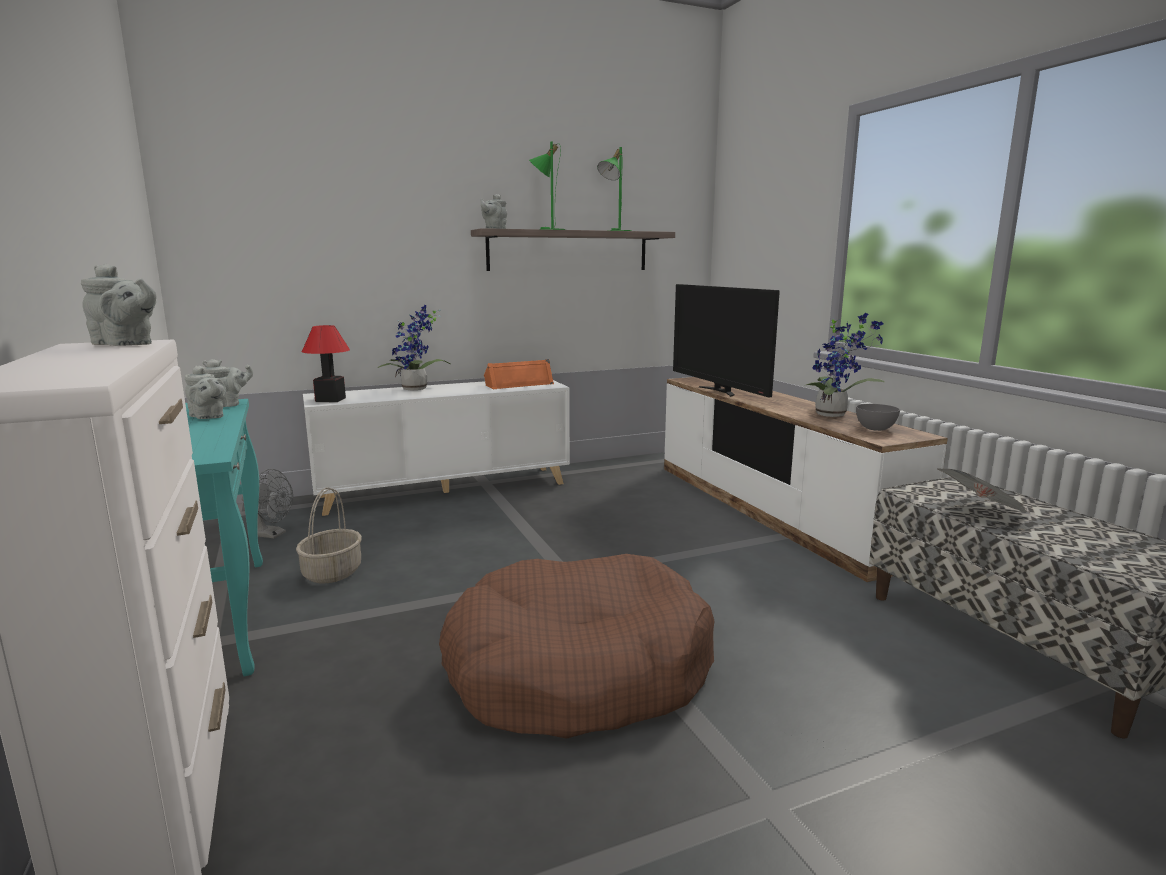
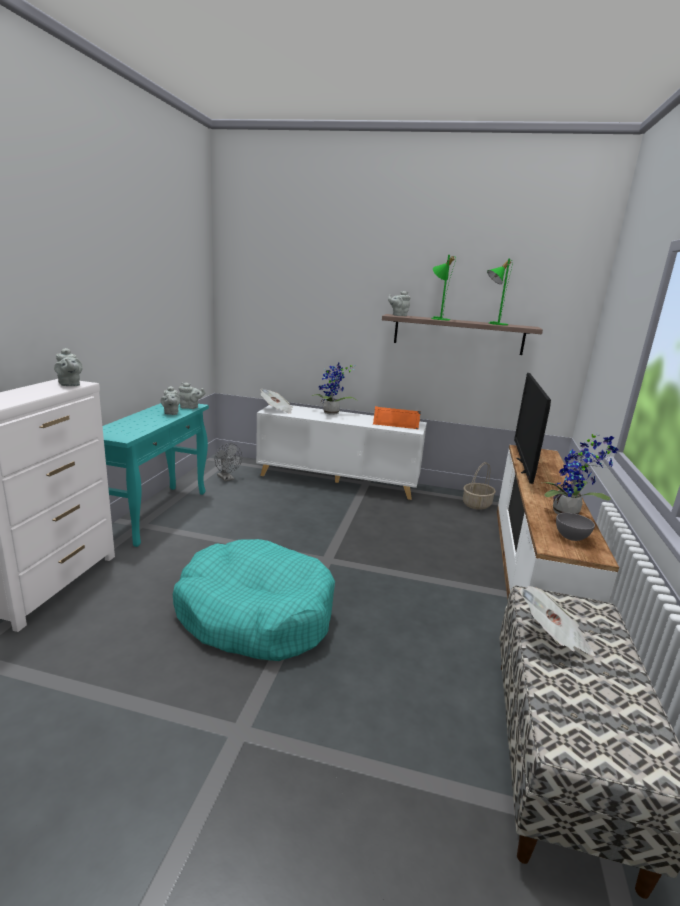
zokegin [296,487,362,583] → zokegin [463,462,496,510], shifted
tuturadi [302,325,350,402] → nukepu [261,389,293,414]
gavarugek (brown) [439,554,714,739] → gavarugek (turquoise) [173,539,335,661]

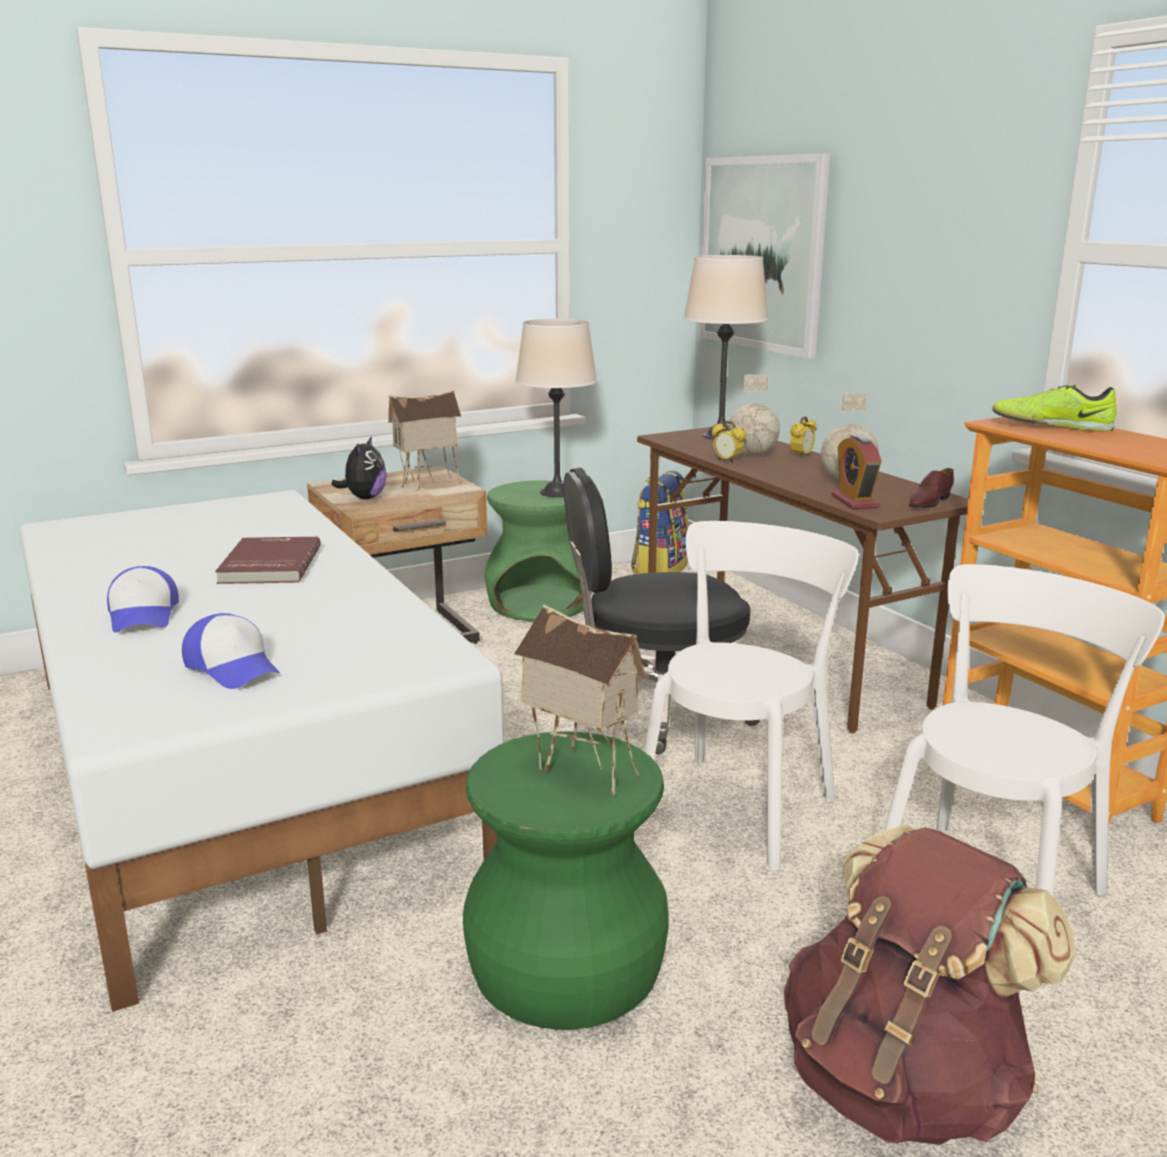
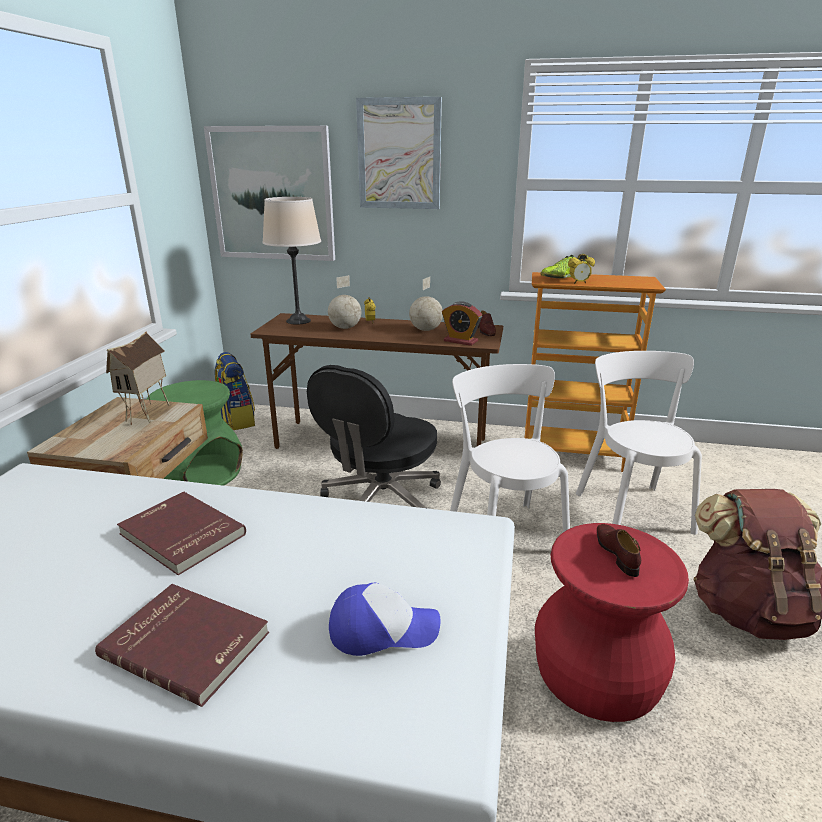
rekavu [331,436,387,499] → -
tuturadi (beige) [515,318,597,497] → -
- → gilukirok [356,97,442,209]
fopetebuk [712,421,746,463] → fopetebuk [568,254,595,284], shifted
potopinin [107,566,179,633] → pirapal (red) [95,584,269,707]
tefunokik [514,604,646,795] → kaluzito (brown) [597,524,641,577]
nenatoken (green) [463,731,668,1030] → nenatoken (red) [535,523,689,722]

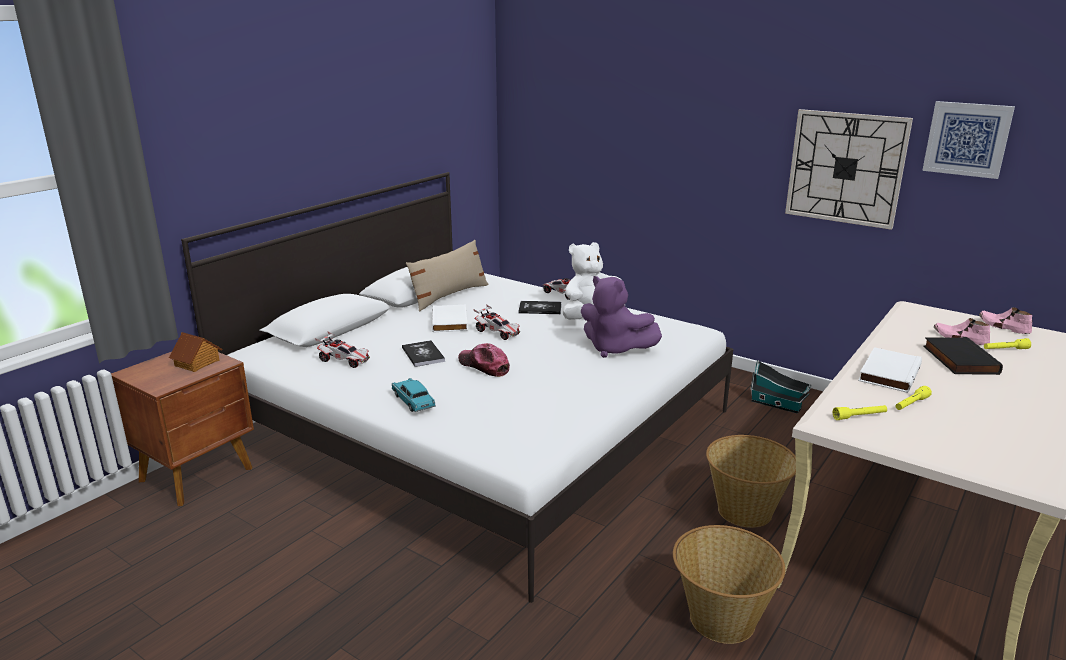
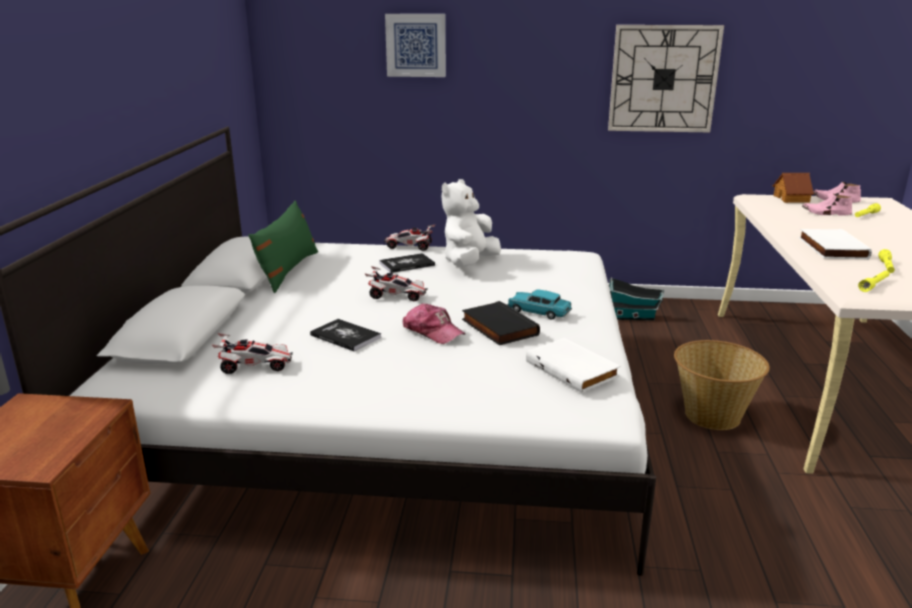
rekavu (purple) [581,276,662,358] → -
zokegin [673,525,785,644] → -
tefunokik [169,332,222,372] → tefunokik [773,173,814,203], shifted
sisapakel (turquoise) [391,378,436,412] → sisapakel (turquoise) [507,289,572,320], shifted
pirapal (white) [432,305,468,333] → pirapal (white) [526,338,620,393], shifted
gilukirok [922,101,1015,179] → gilukirok [385,14,446,77], shifted
pirapal (black) [923,337,1003,375] → pirapal (black) [462,301,540,345], shifted
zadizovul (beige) [406,240,489,312] → zadizovul (green) [249,201,318,293]
potopinin [458,343,510,377] → potopinin [403,303,466,344], 150 degrees counterclockwise

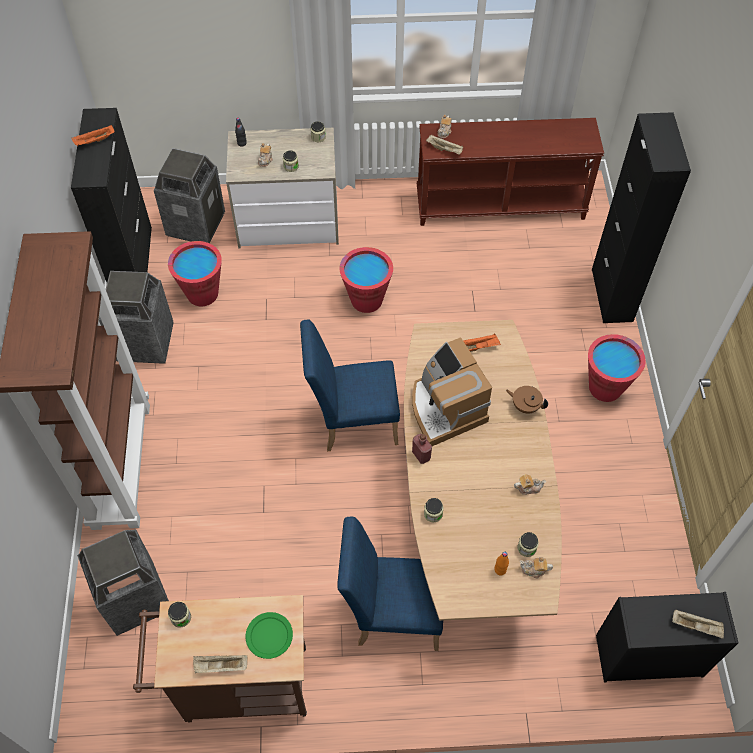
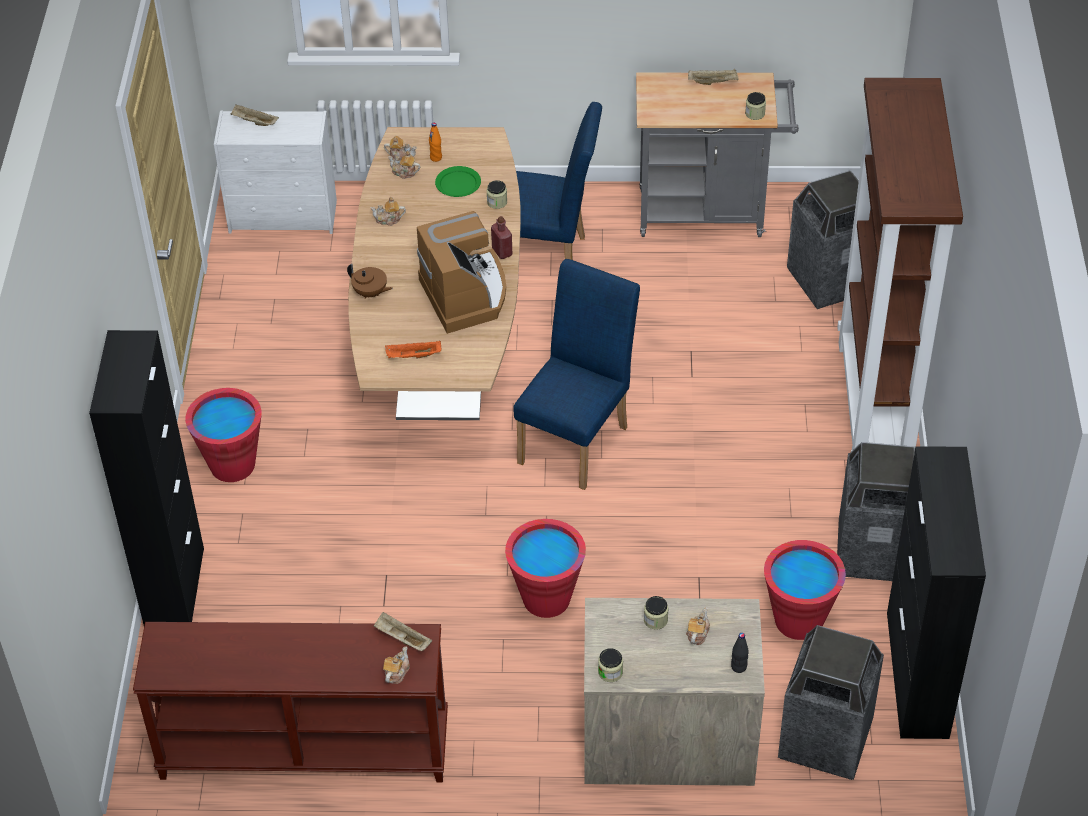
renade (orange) [72,125,115,146] → -
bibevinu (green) [246,612,293,659] → bibevinu (green) [435,166,481,197], shifted
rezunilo [517,532,539,557] → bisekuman [388,151,420,179]
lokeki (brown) [133,595,307,722] → lokeki (grey) [636,73,799,237]
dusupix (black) [596,592,739,683] → dusupix (white) [214,111,337,234]
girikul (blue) [300,320,400,451] → girikul (blue) [514,259,640,490], 60 degrees counterclockwise

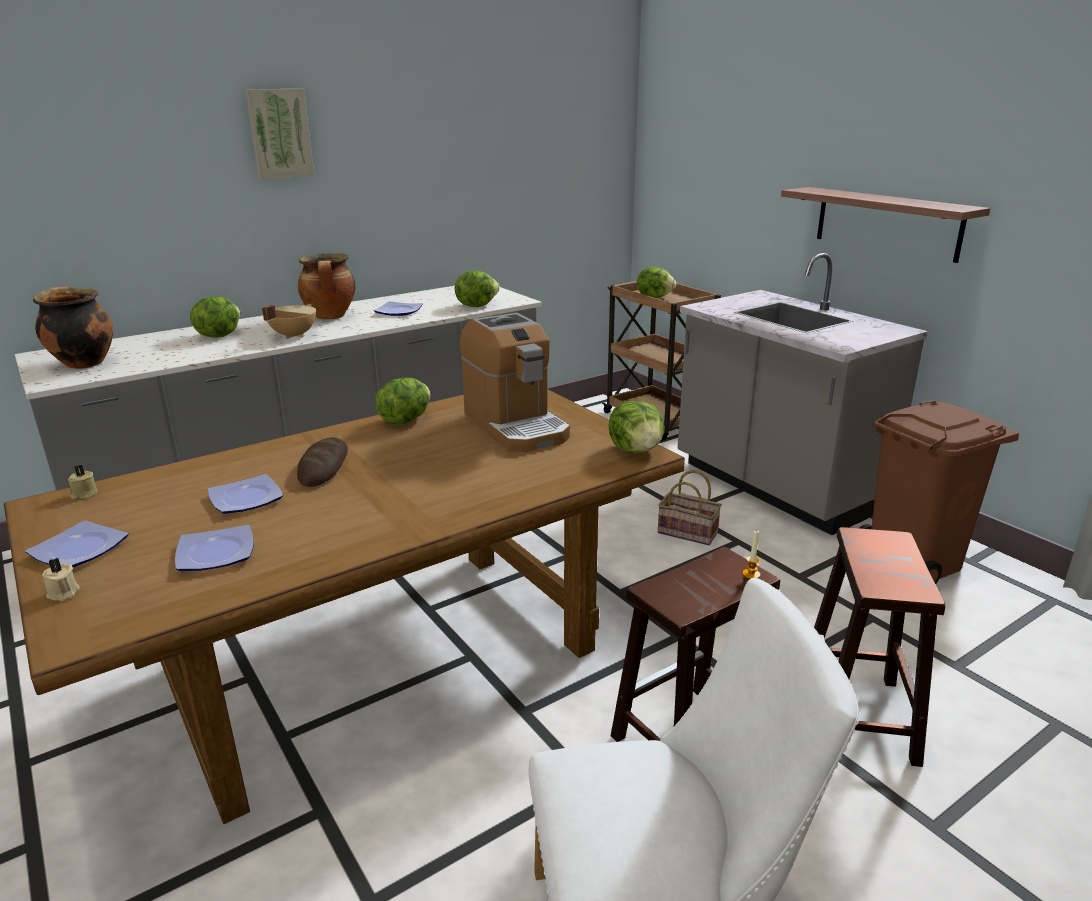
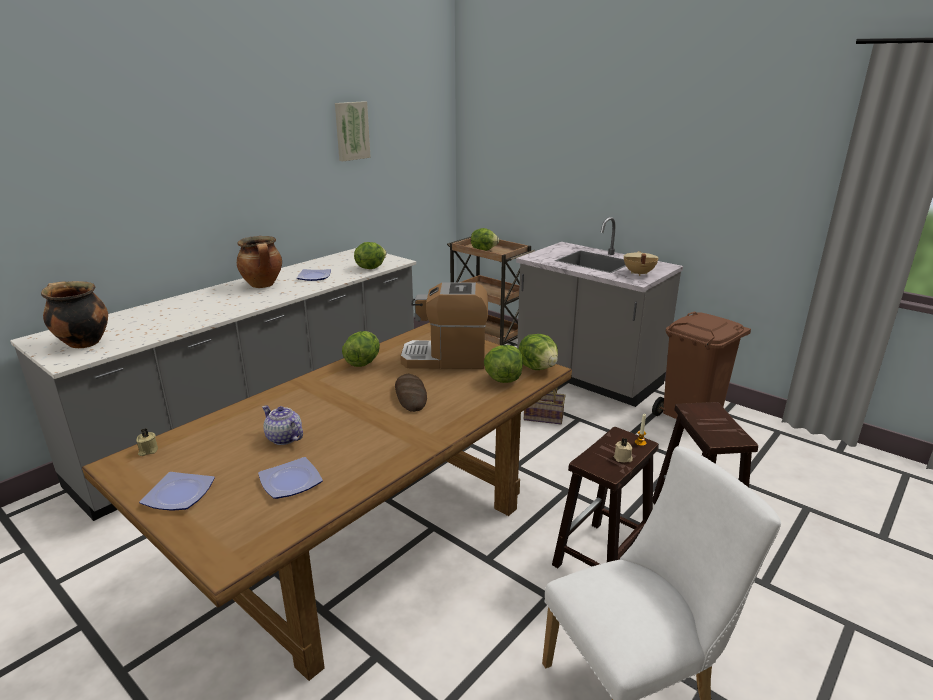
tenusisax [781,187,991,263] → -
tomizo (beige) [42,558,80,601] → tomizo (beige) [614,438,633,462], shifted
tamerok [190,297,240,338] → tamerok [484,345,523,383], shifted
gilukirok [245,89,314,179] → gilukirok [335,101,371,161], shifted
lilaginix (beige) [262,304,316,339] → lilaginix (beige) [623,251,658,276], shifted
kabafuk [297,437,348,487] → kabafuk [395,374,427,412], shifted
bibevinu [208,474,283,514] → bisekuman [262,405,303,445]
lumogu [460,313,570,452] → lumogu [400,282,488,369], 135 degrees clockwise

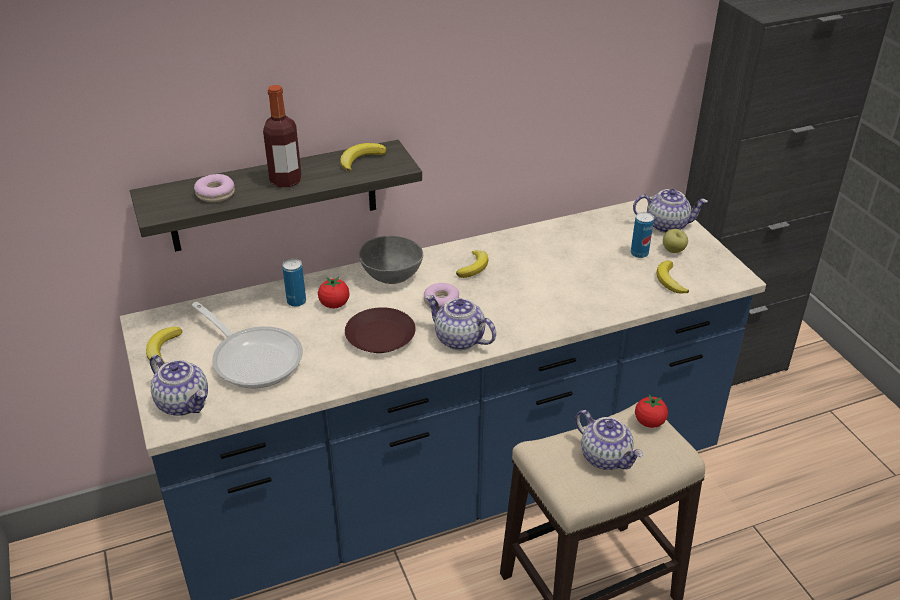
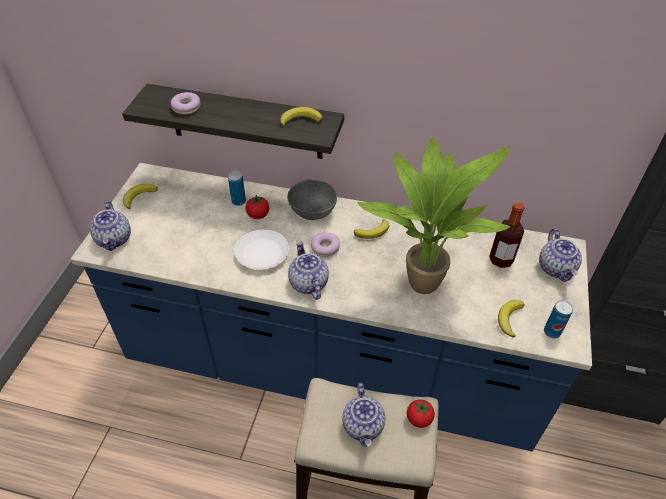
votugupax [192,302,303,388] → -
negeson [663,229,688,253] → -
- → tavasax [357,137,511,294]
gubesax [263,85,302,187] → gubesax [489,202,524,268], shifted
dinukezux [631,212,654,258] → dinukezux [544,300,573,338], shifted
bibevinu (brown) [345,307,416,353] → bibevinu (white) [234,230,289,270]
bisekuman [633,189,708,233] → bisekuman [539,228,582,282], 45 degrees clockwise

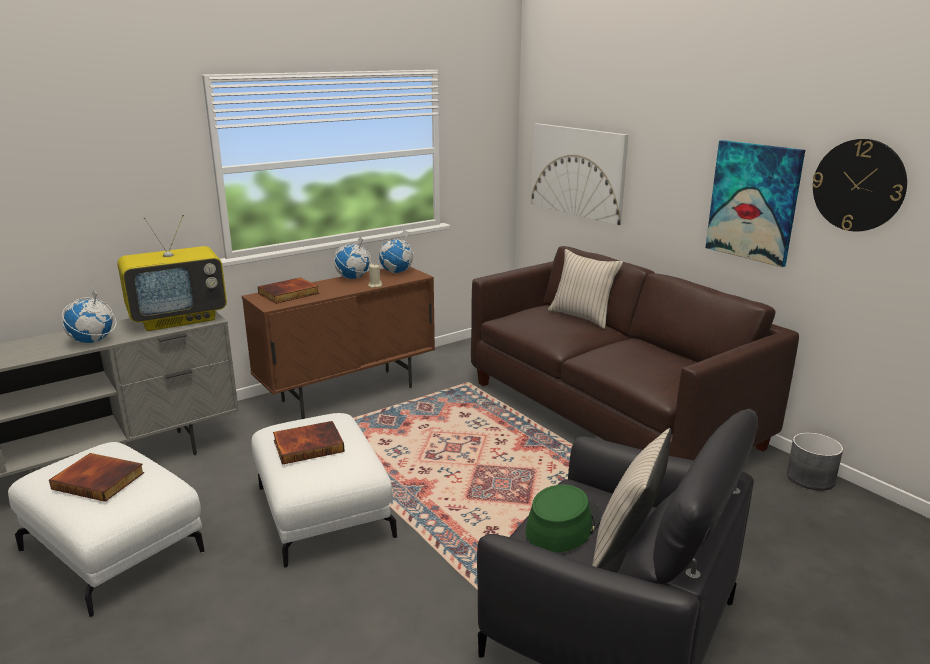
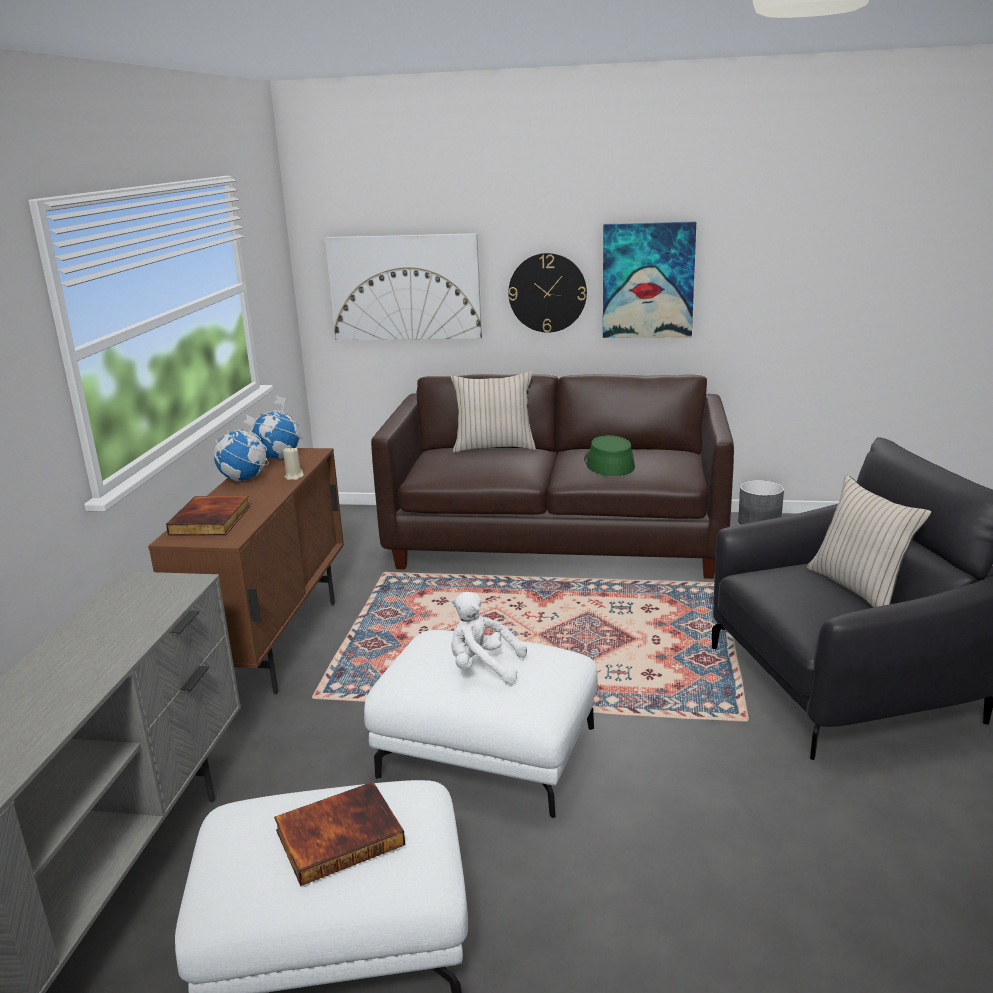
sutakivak [62,289,117,343] → -
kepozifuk [118,214,227,331] → -
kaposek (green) [525,484,601,552] → kaposek (green) [584,435,635,476], shifted
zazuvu [812,139,907,232] → zazuvu [508,253,587,333], shifted
pirapal [273,421,345,465] → rekavu (white) [451,592,527,683]

